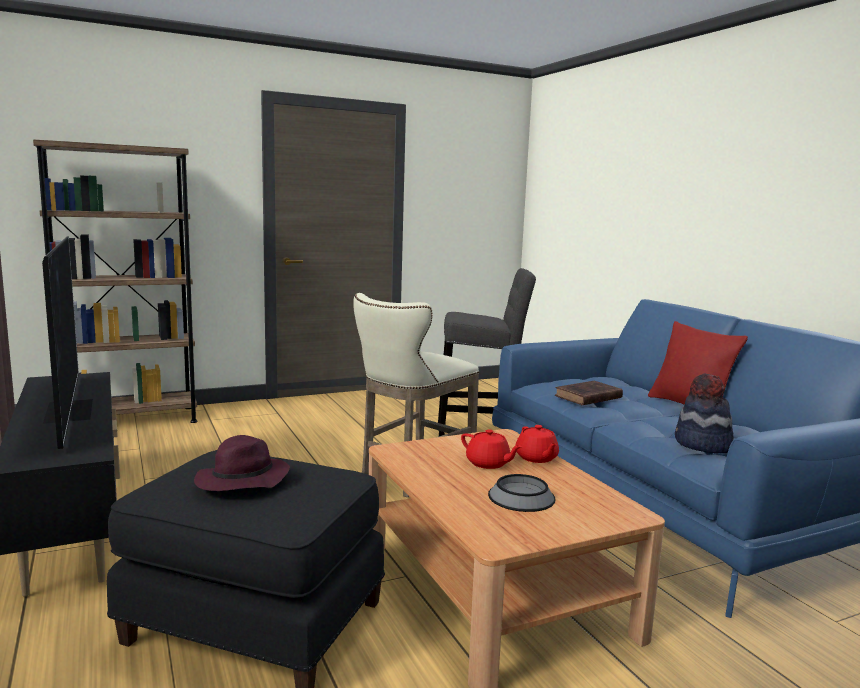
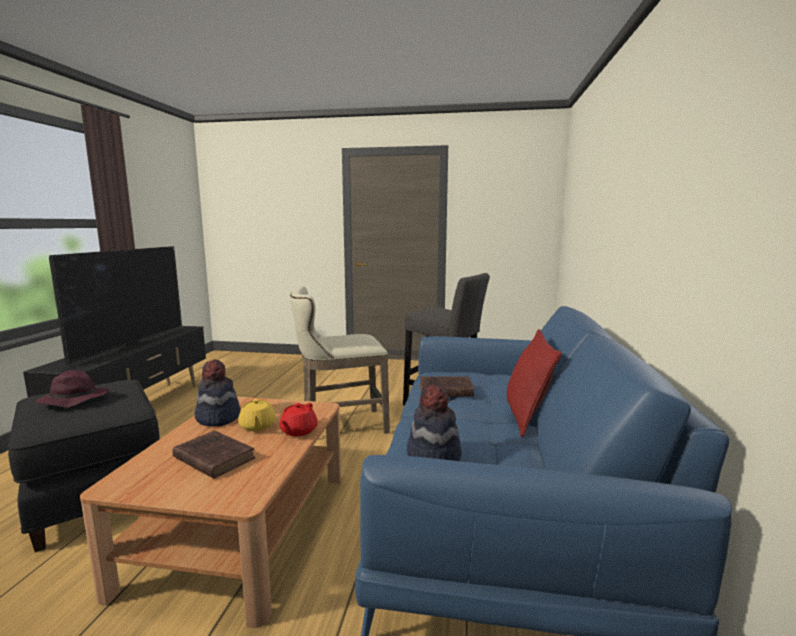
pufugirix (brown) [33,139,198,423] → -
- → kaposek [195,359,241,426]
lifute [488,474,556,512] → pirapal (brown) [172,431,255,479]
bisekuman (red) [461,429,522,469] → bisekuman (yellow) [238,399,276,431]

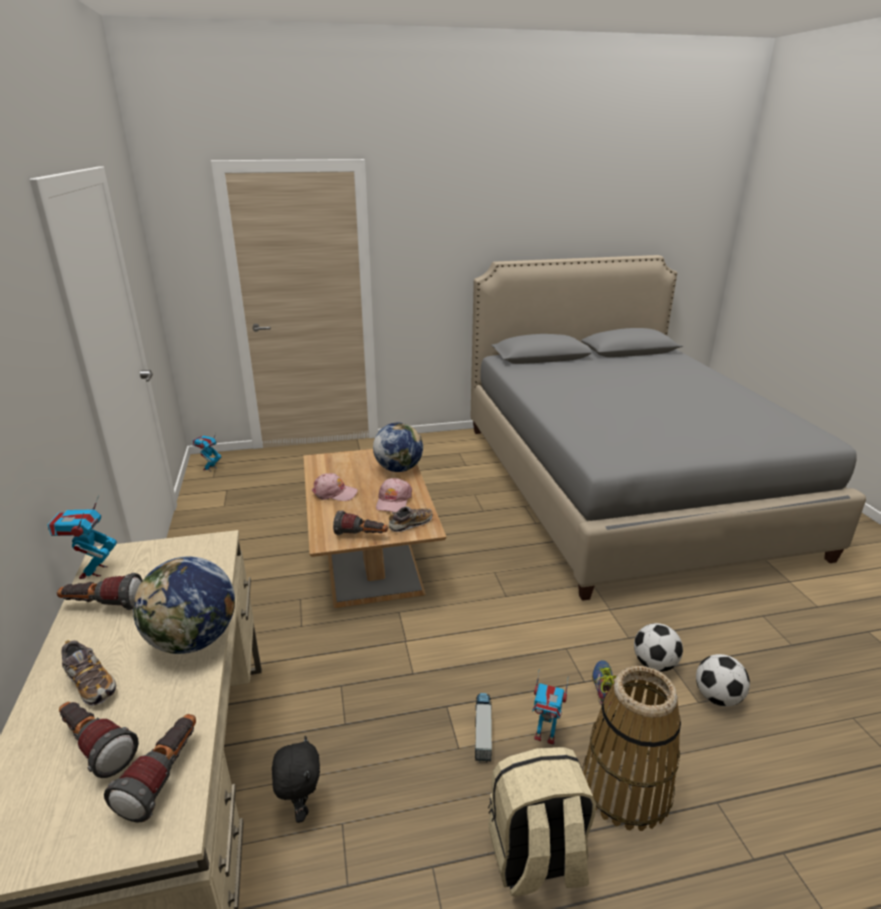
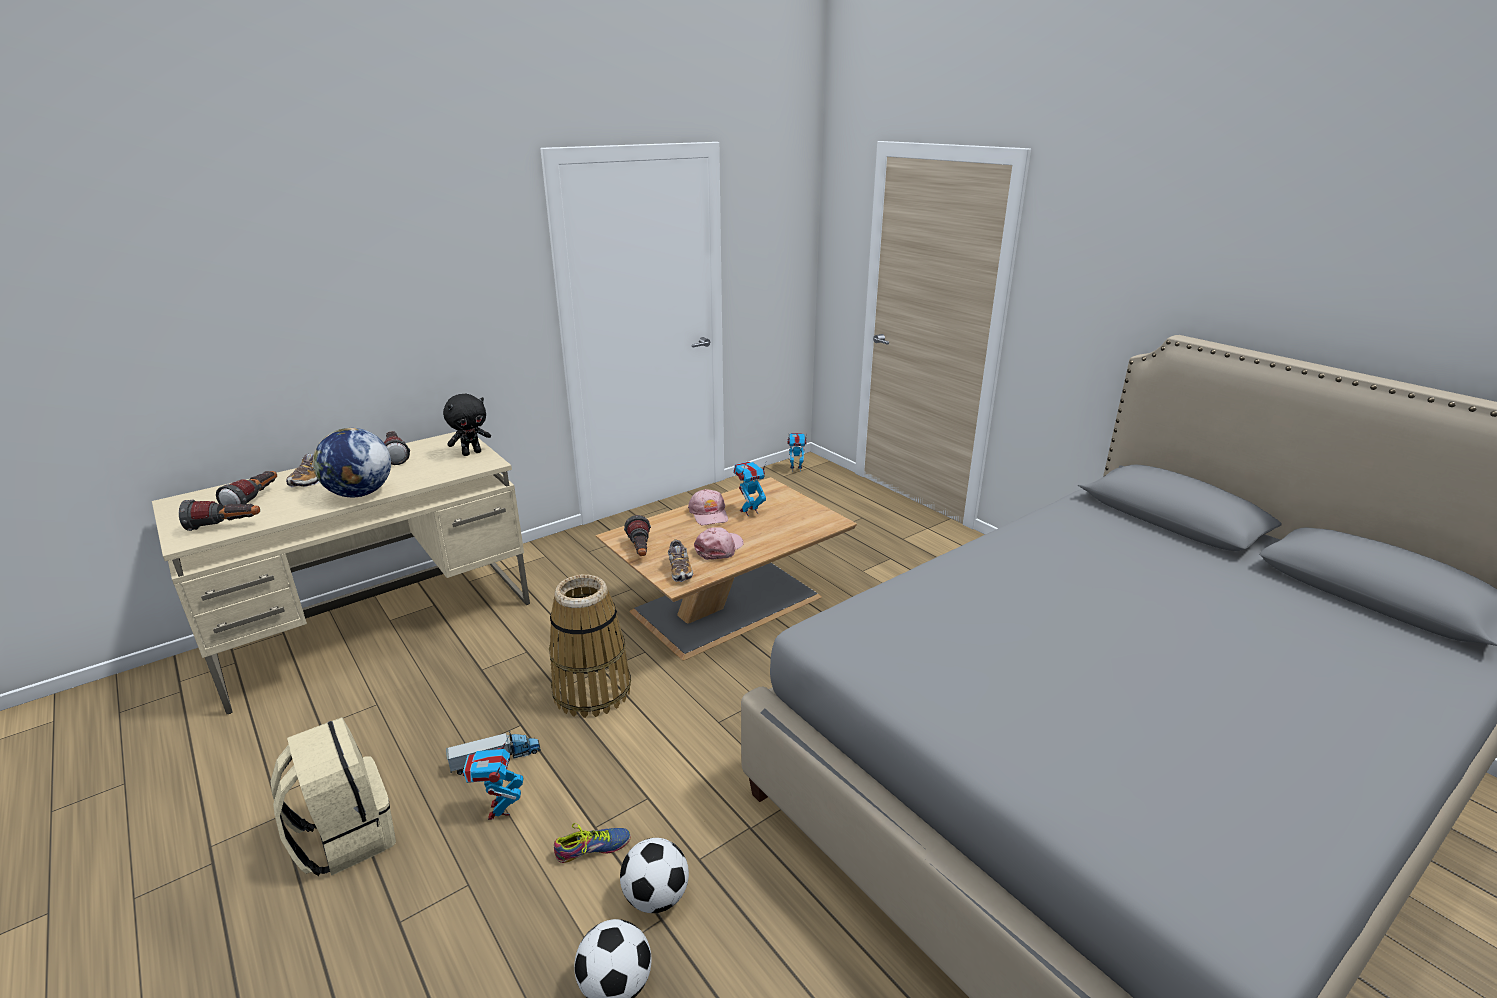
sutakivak [373,423,423,472] → -
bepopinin [47,495,117,579] → bepopinin [733,461,767,516], shifted
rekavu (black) [272,736,320,823] → rekavu (black) [443,394,491,456], shifted
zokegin [582,666,681,831] → zokegin [549,575,631,718], shifted
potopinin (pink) [376,478,412,512] → potopinin (pink) [694,527,744,560], 135 degrees clockwise
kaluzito [389,506,432,532] → kaluzito [668,539,693,582], 45 degrees clockwise

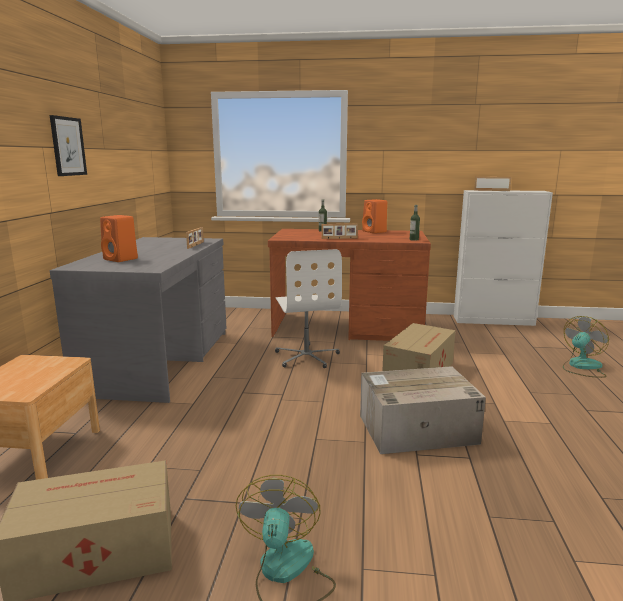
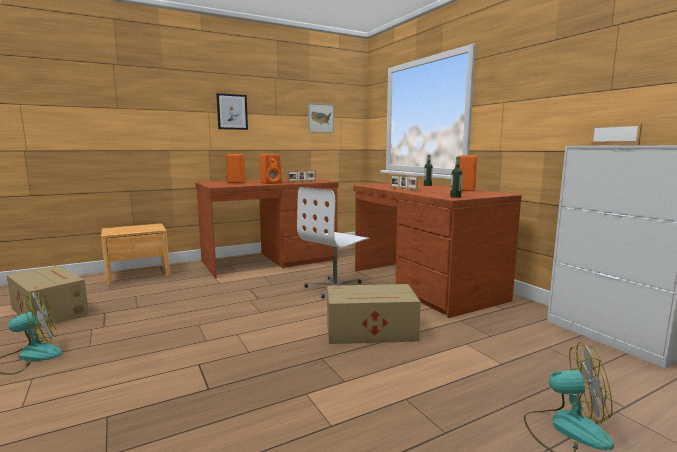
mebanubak [360,366,486,454] → -
- → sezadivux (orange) [260,154,282,184]
- → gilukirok [308,103,334,133]
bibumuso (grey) [50,237,226,403] → bibumuso (brown) [195,179,339,278]

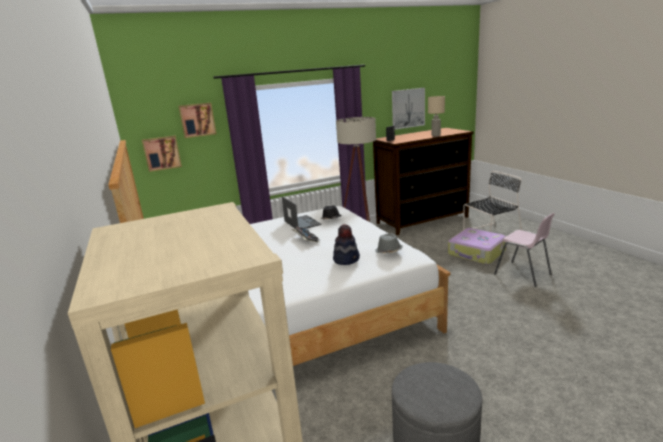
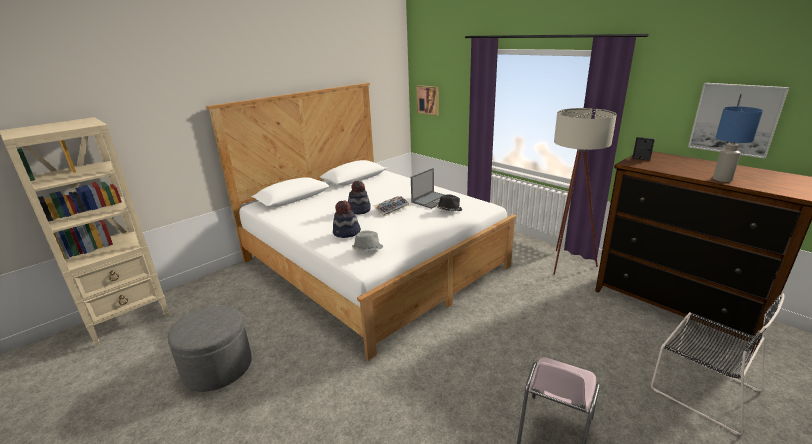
gilukirok [178,103,216,138] → -
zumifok [448,228,507,265] → -
- → kaposek [348,181,371,215]
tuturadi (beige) [428,96,445,136] → tuturadi (blue) [713,106,763,182]

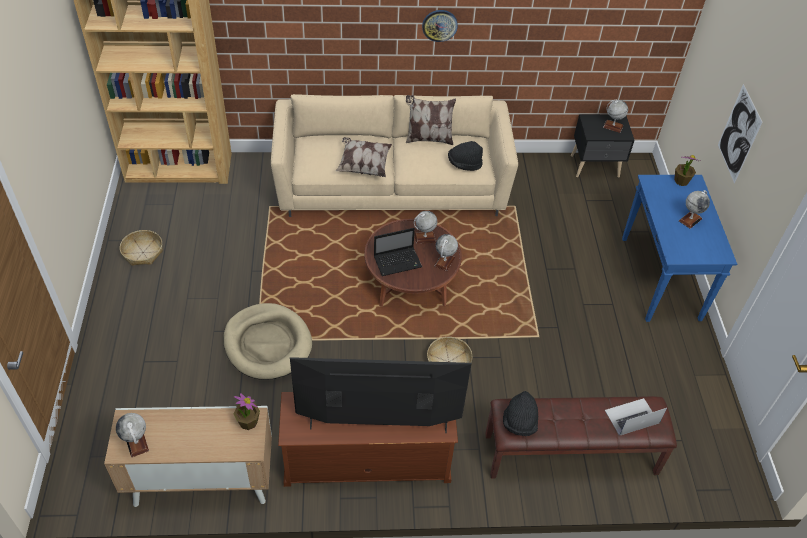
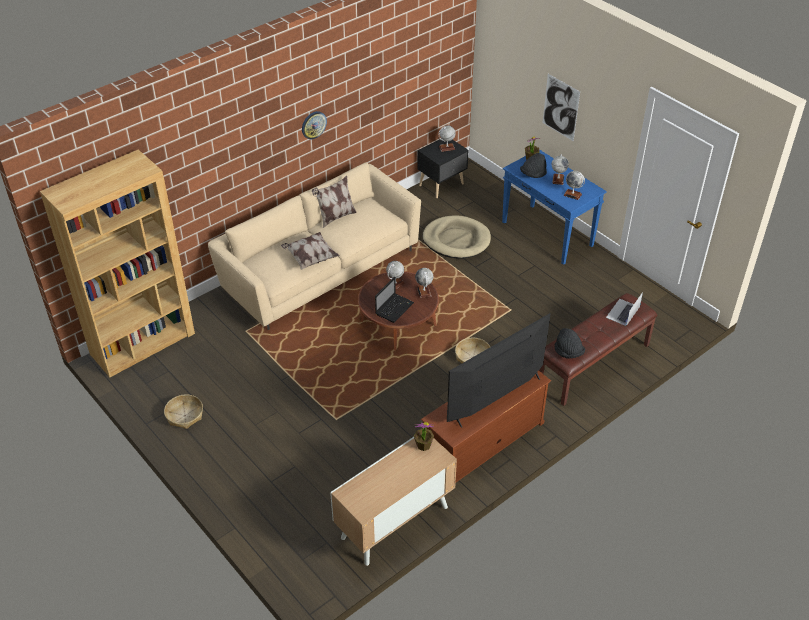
sutakivak [116,413,149,458] → sutakivak [563,171,585,200], shifted
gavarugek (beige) [223,303,312,380] → gavarugek (beige) [423,215,491,259], shifted
kaposek (black) [448,141,483,171] → kaposek (black) [520,153,547,178], shifted

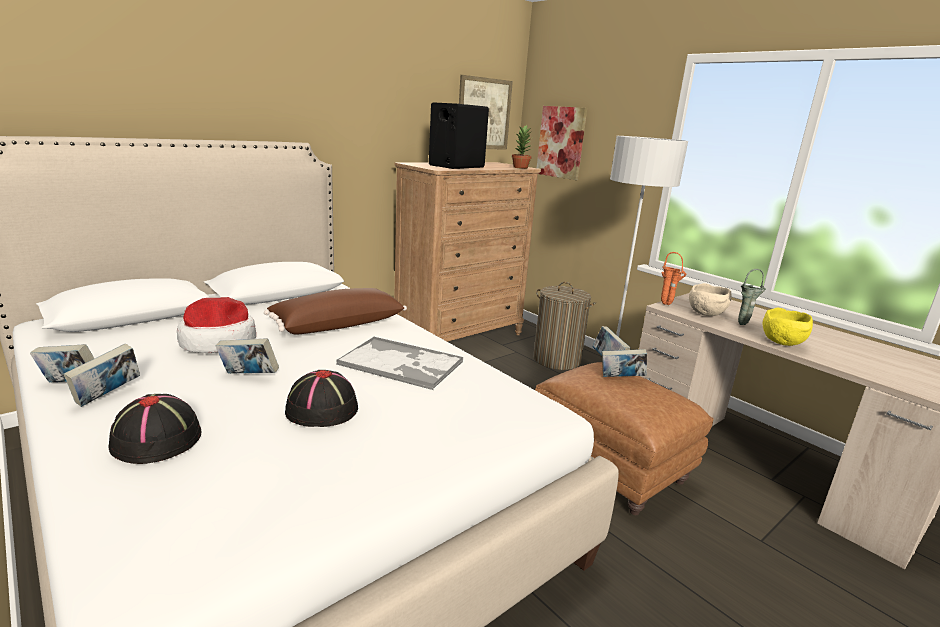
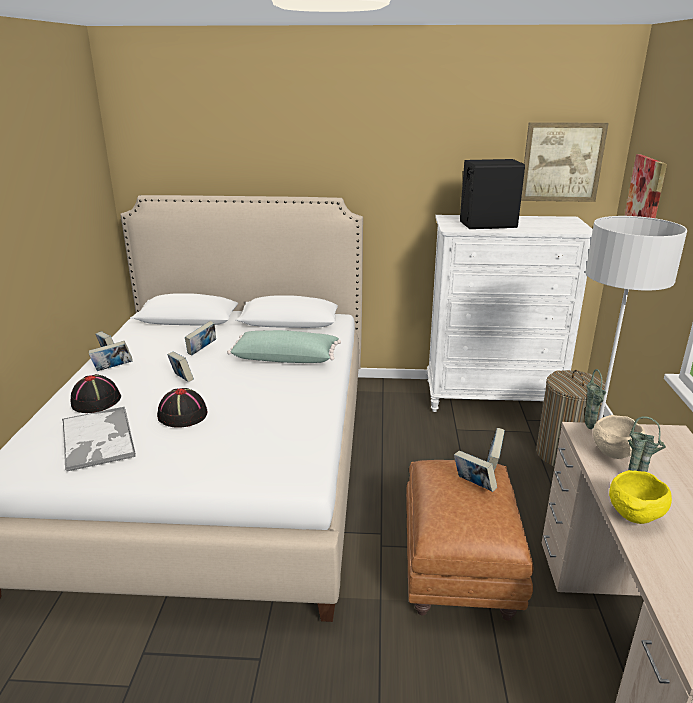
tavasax [512,125,532,169] → -
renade [336,336,463,390] → renade [62,407,136,472], shifted
kaposek [177,297,256,353] → pirapal [185,321,216,356]
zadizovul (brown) [264,288,407,334] → zadizovul (green) [227,330,341,363]
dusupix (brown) [394,162,541,342] → dusupix (white) [427,215,593,412]
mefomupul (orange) [661,252,686,305] → mefomupul (green) [584,369,606,429]

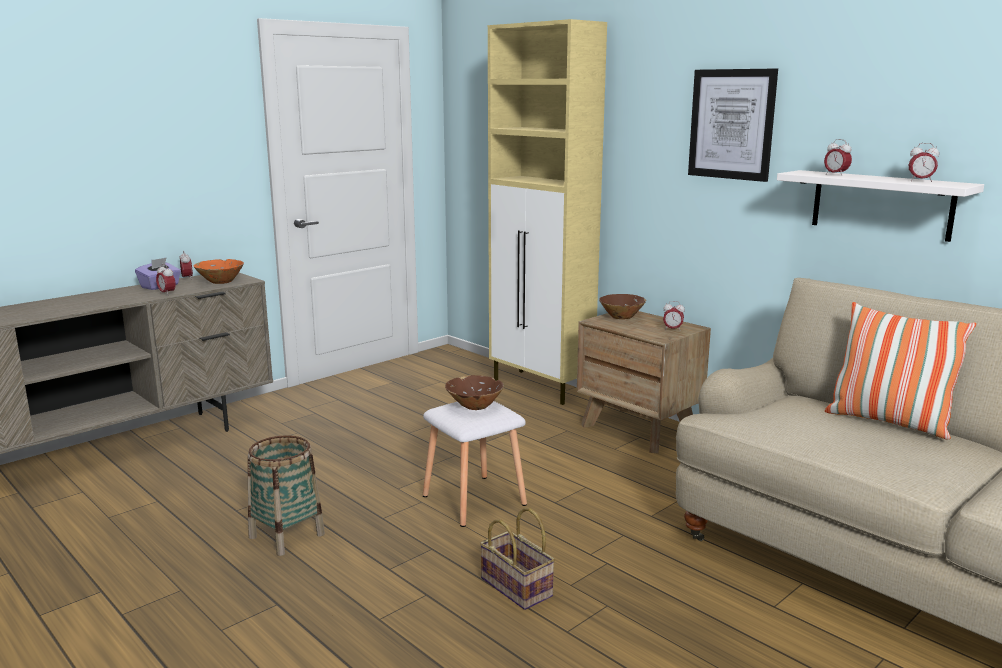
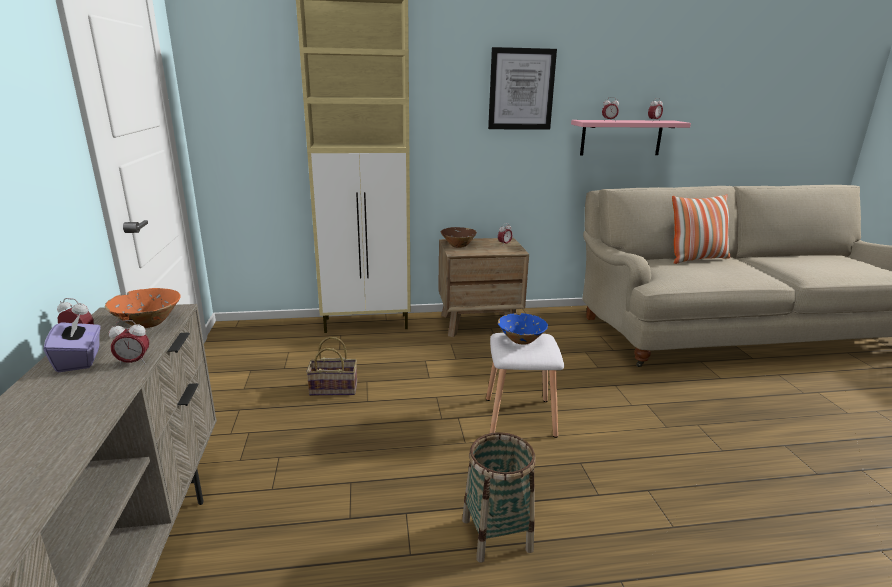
zokegin [480,508,555,610] → zokegin [306,337,357,396], shifted
lifute (brown) [445,375,504,410] → lifute (blue) [498,313,548,345]
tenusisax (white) [777,170,984,242] → tenusisax (pink) [571,120,691,155]

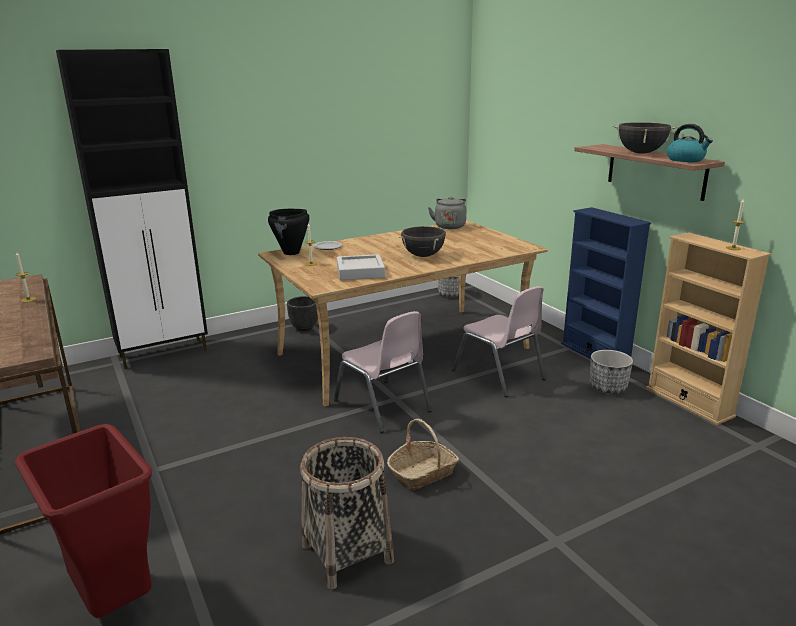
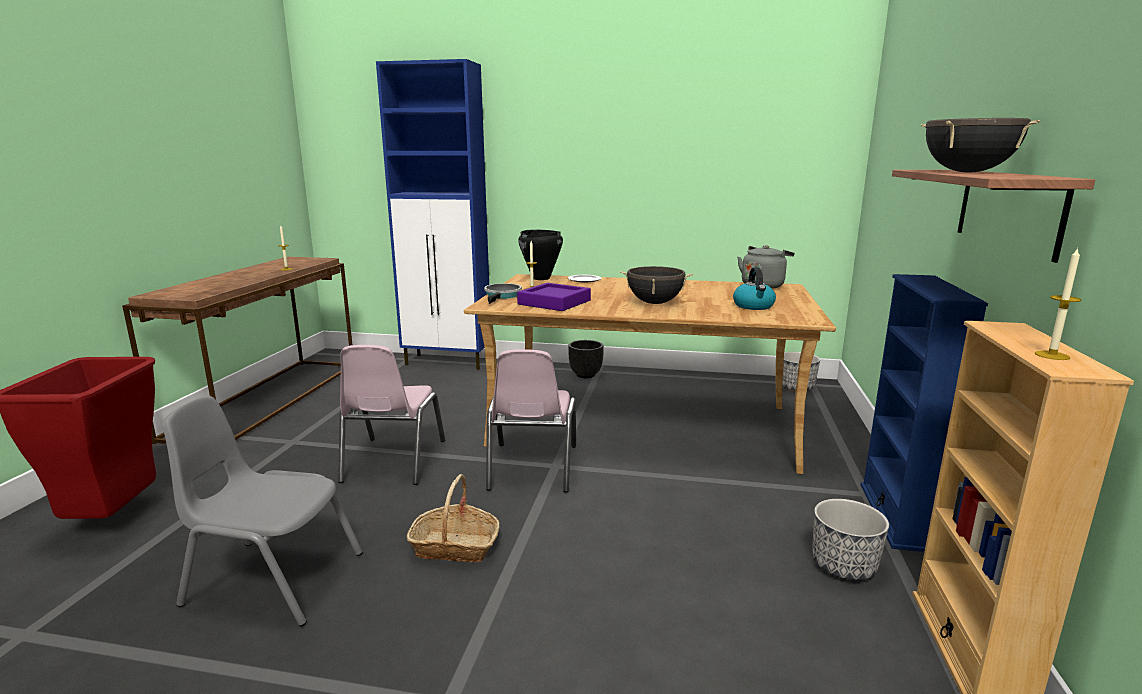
- → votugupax [484,283,522,304]
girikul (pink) [452,286,546,397] → girikul (pink) [338,345,445,485], shifted
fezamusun [667,124,713,162] → fezamusun [733,267,776,310], shifted
zokegin [301,437,394,589] → girikul (grey) [162,396,363,626]
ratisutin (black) [56,49,208,369] → ratisutin (blue) [376,59,489,370]
renade (grey) [337,254,385,280] → renade (purple) [517,283,591,311]

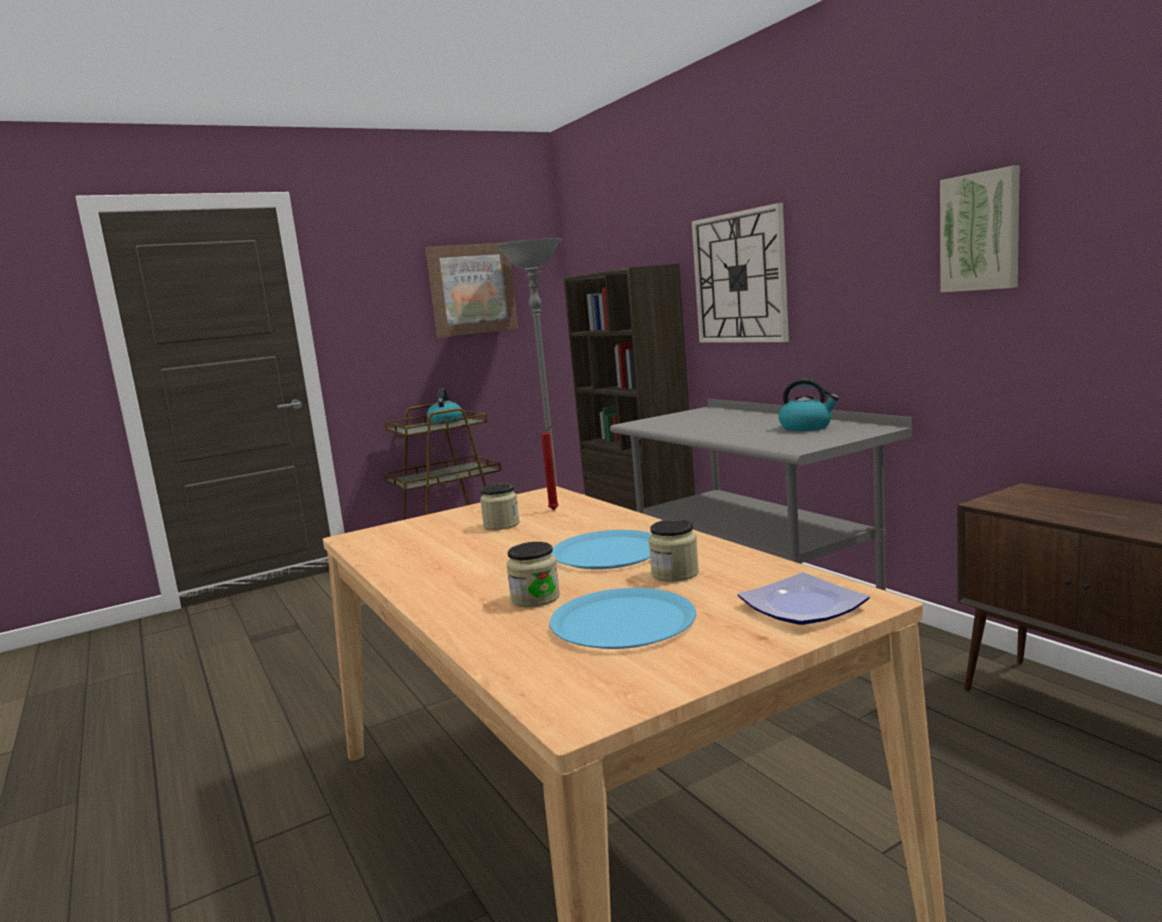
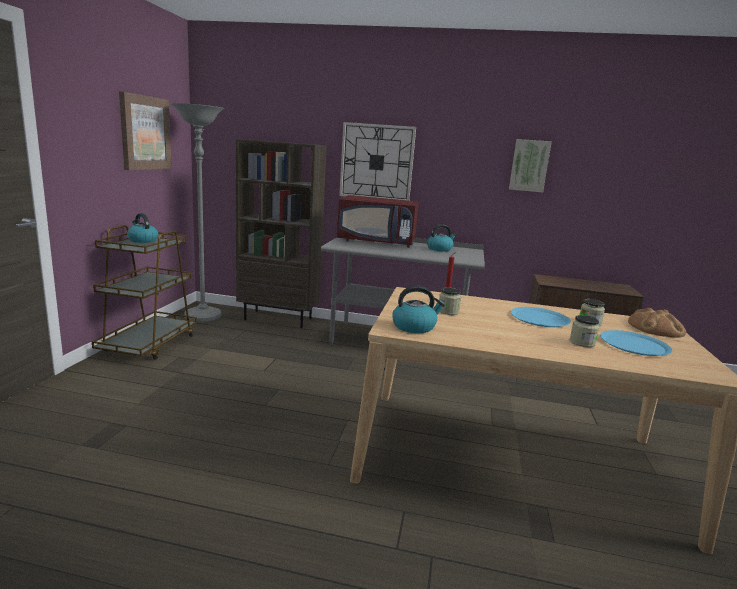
- → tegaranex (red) [337,195,419,248]
- → fezamusun [392,286,445,333]
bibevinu [738,572,870,625] → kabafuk [628,308,686,338]

